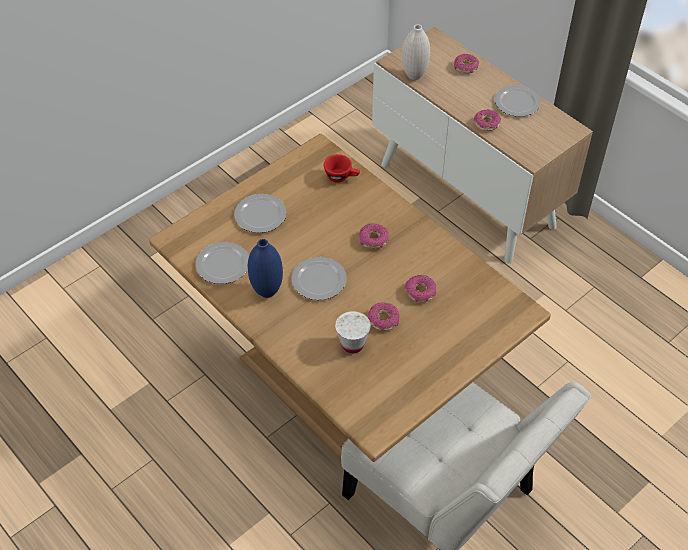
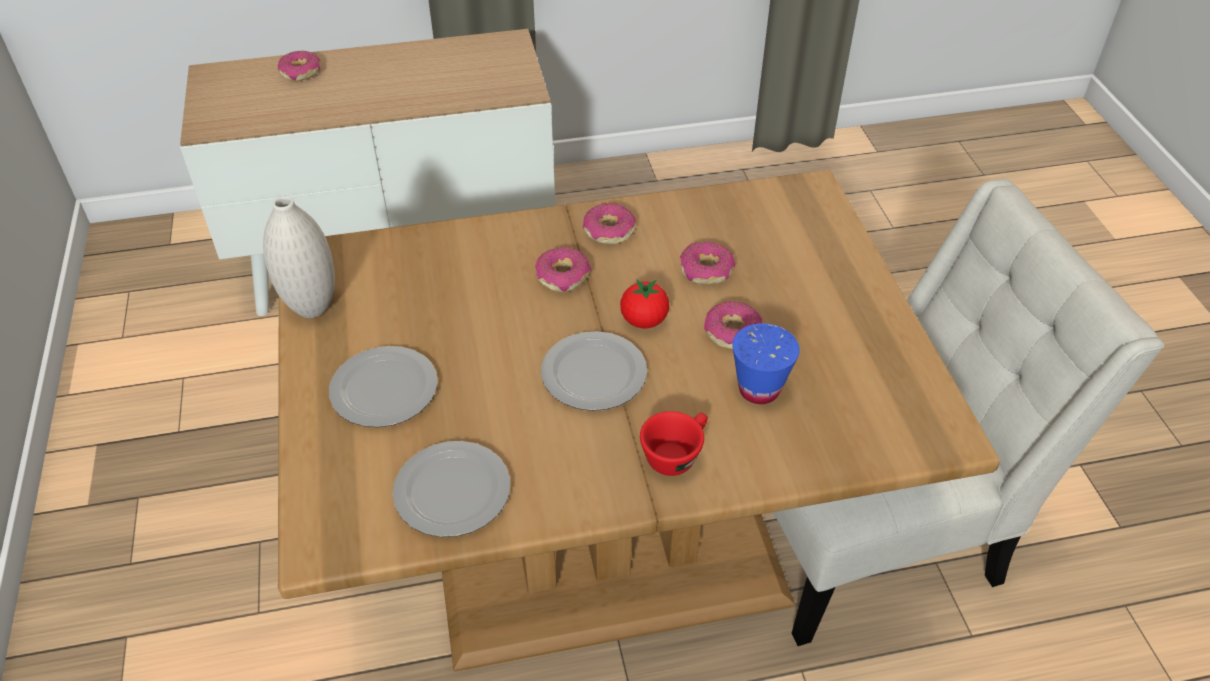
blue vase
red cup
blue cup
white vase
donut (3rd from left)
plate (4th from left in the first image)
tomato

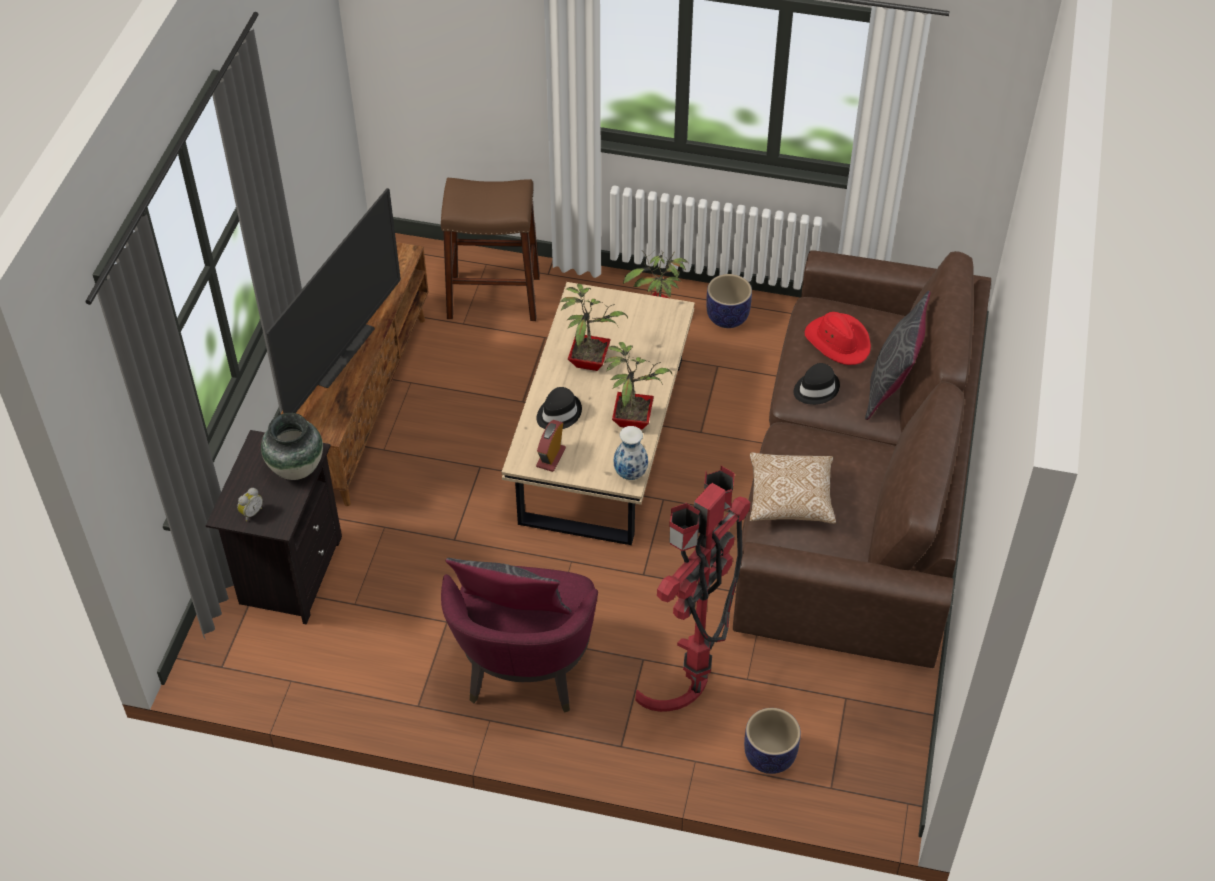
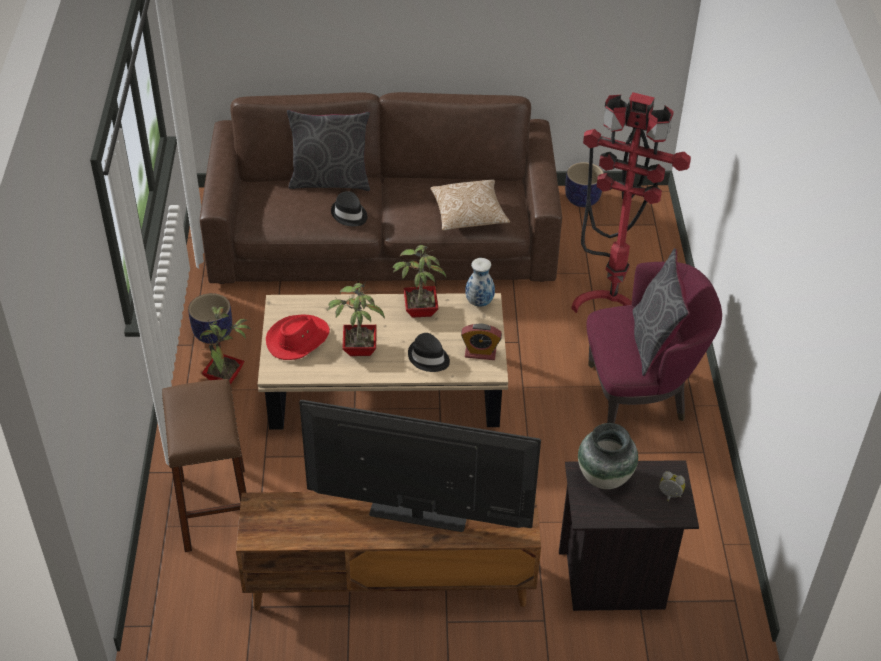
planter (2nd from left)
red hat

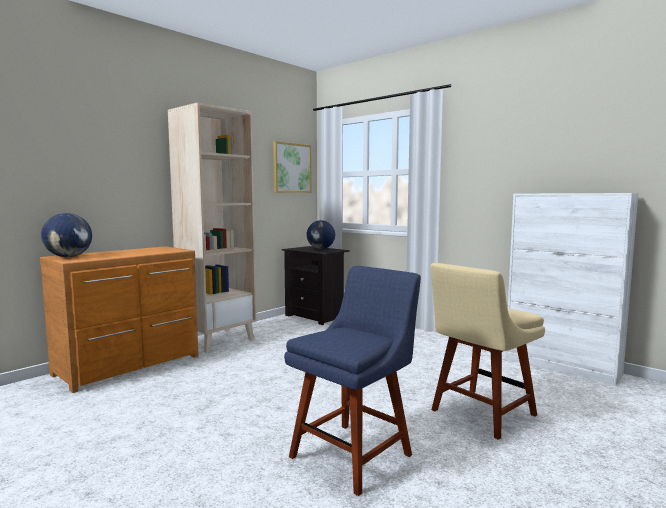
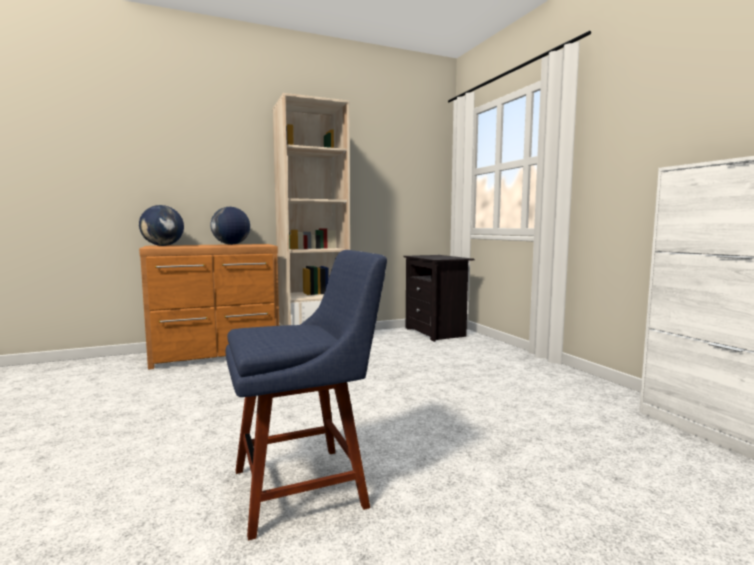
picture
globe (2nd from left)
beige chair

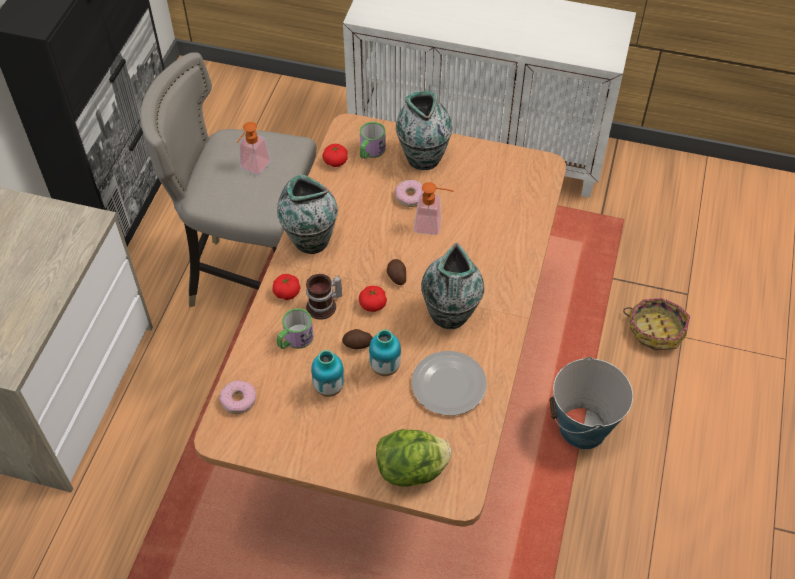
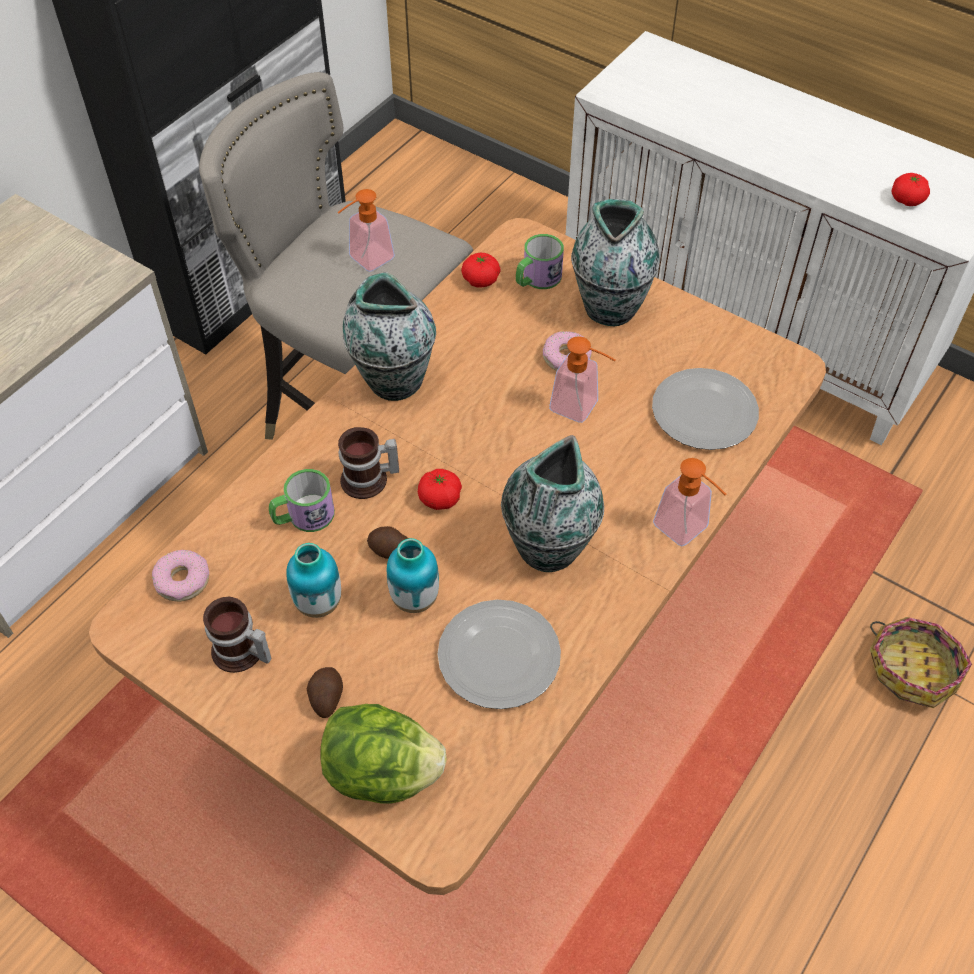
tomato (3rd from left)
potato (1st from left)
bucket
mug (1st from left)
plate (2nd from left)
soap dispenser (3rd from left)

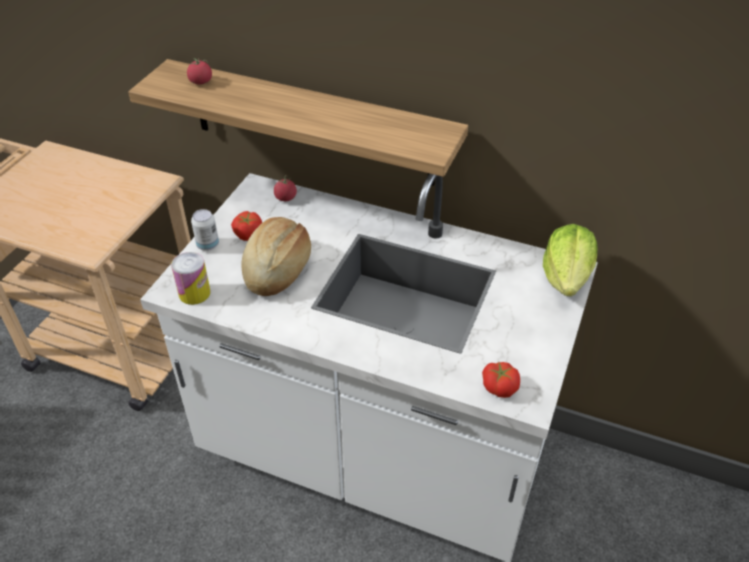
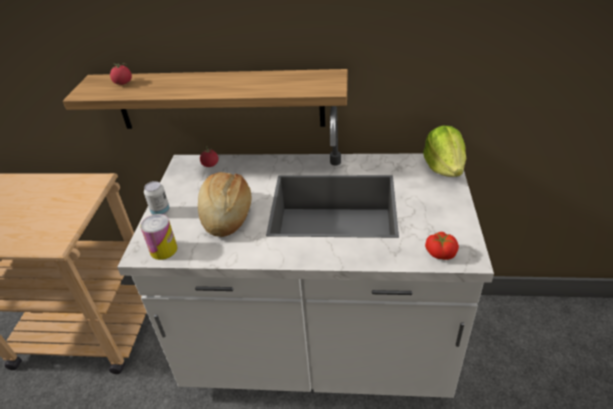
tomato (2nd from left in the first image)

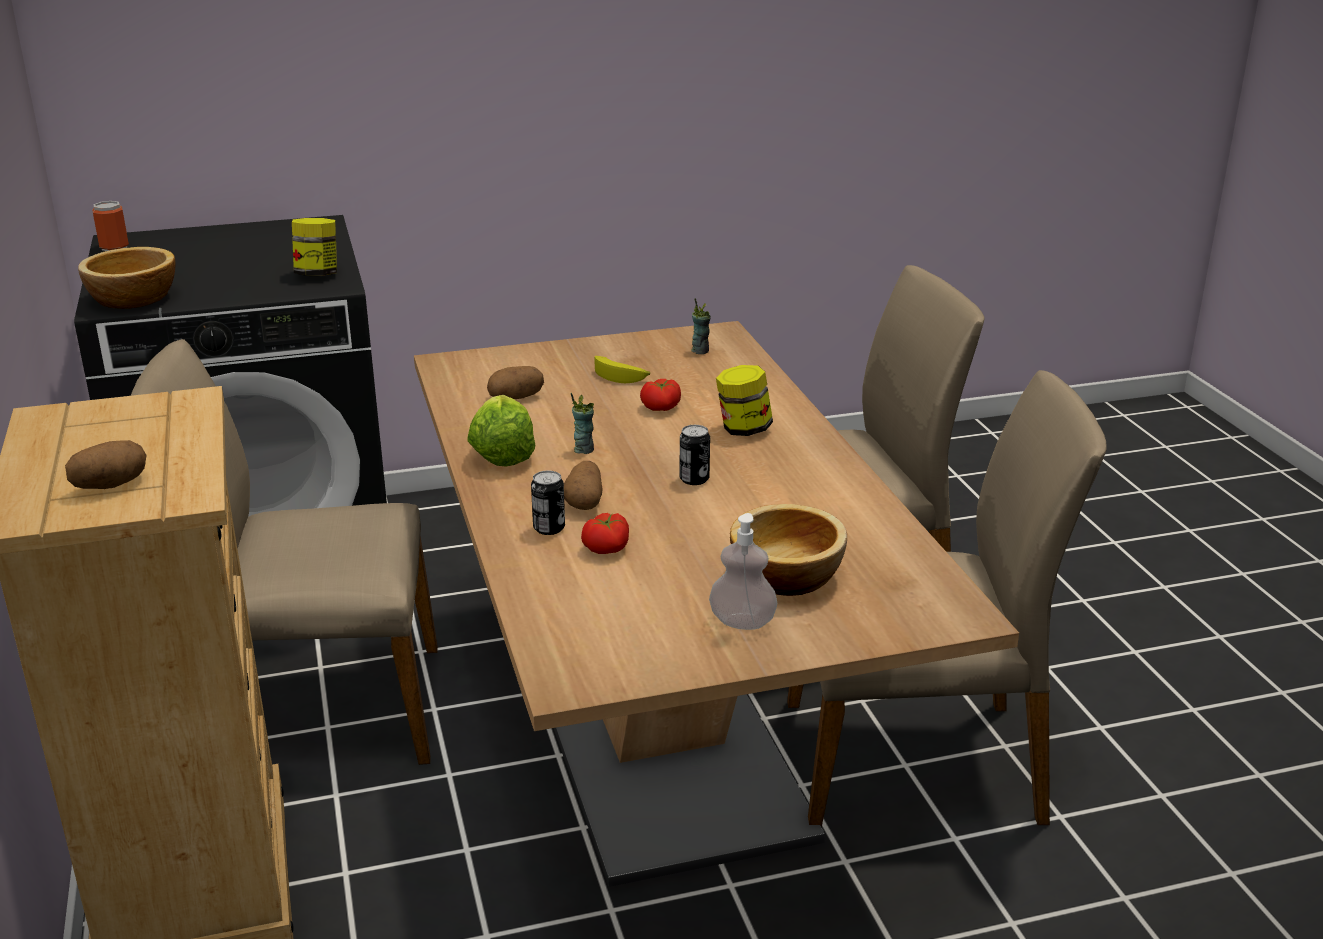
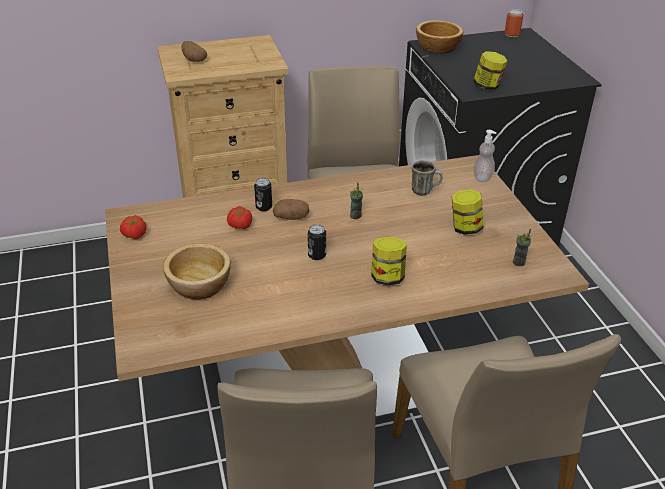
lettuce
mug
jar (2nd from left)
tomato (1st from left)
soap dispenser

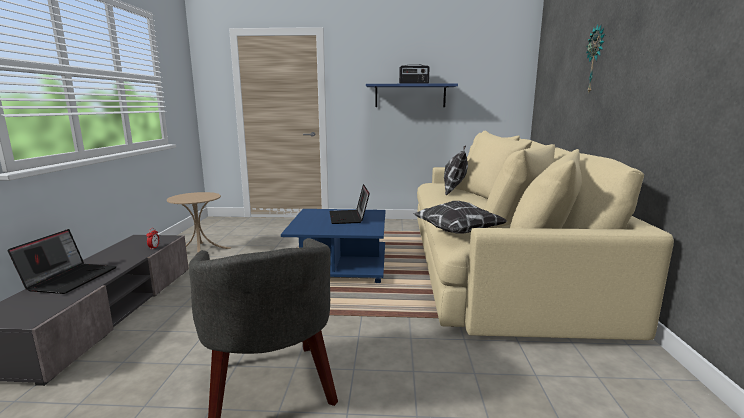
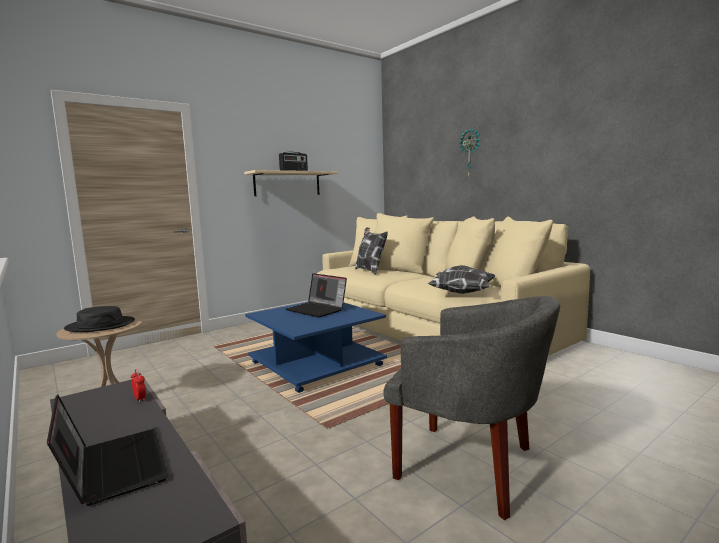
beige shelf
black hat

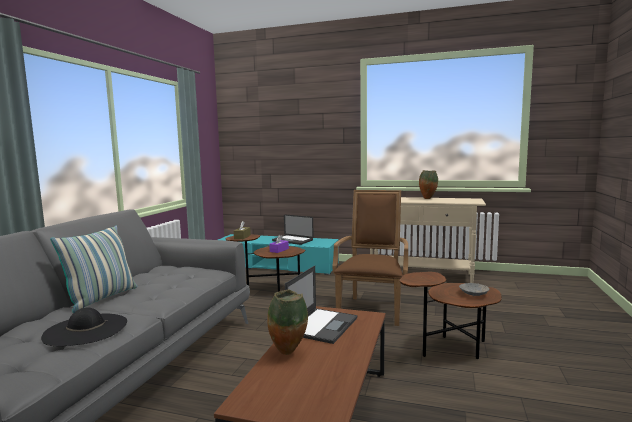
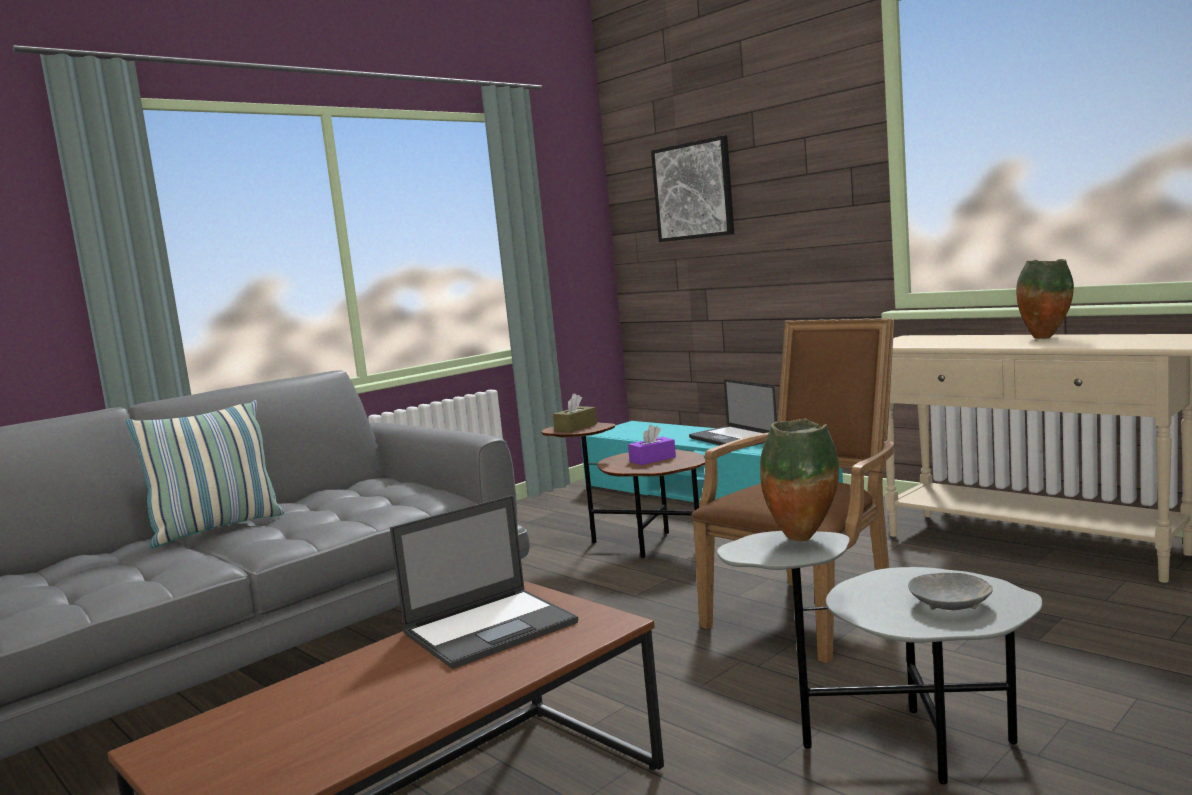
black hat
vase (1st from left)
grey side table
picture

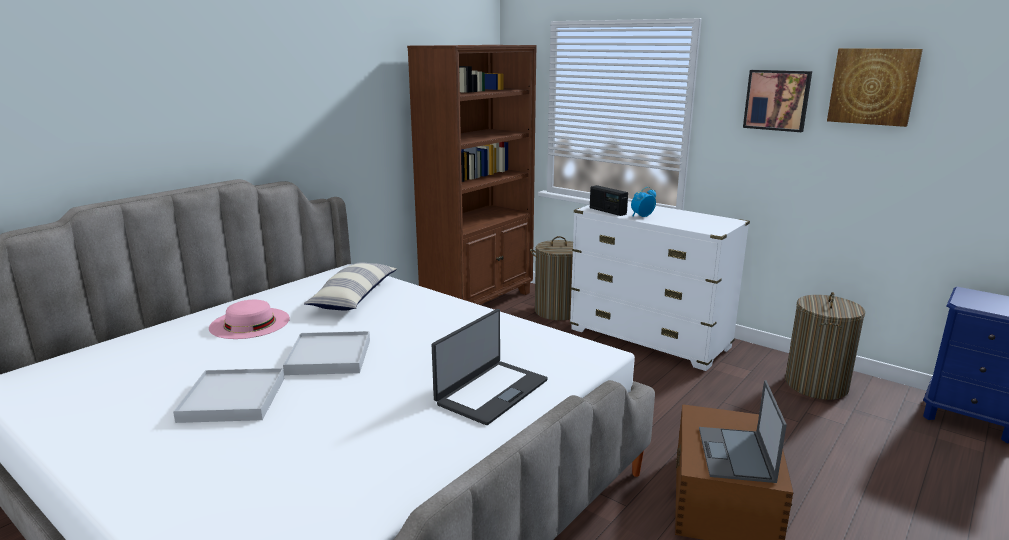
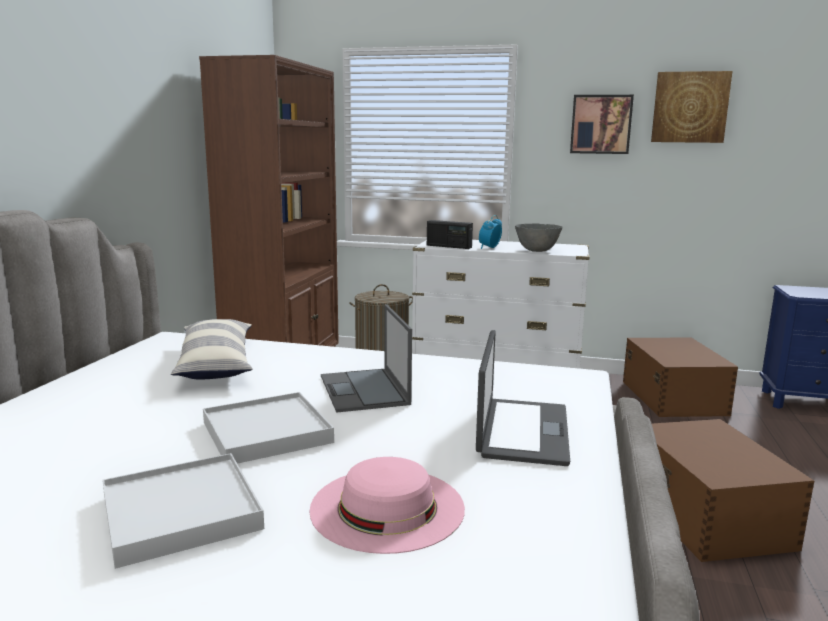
pink hat
laptop (1st from left)
brown storage box (1st from left)
grey bowl

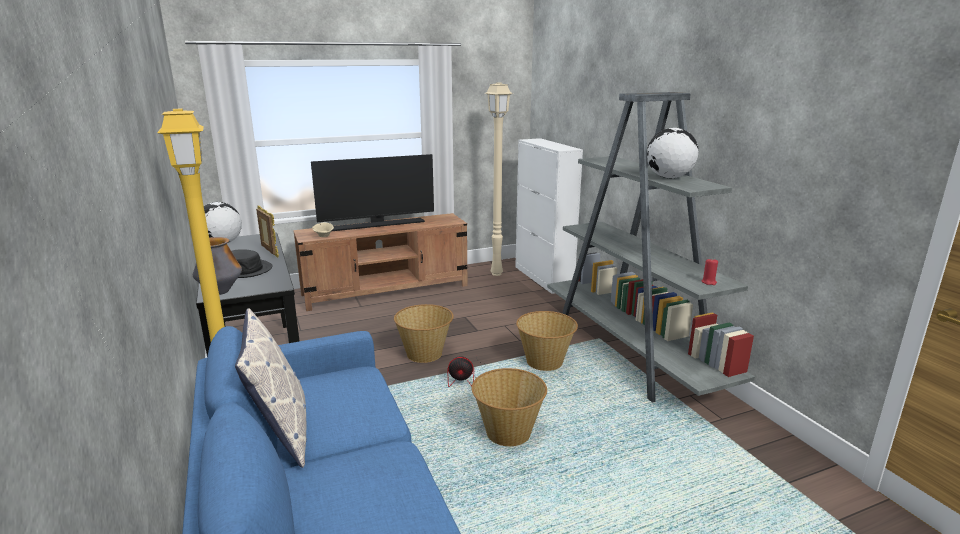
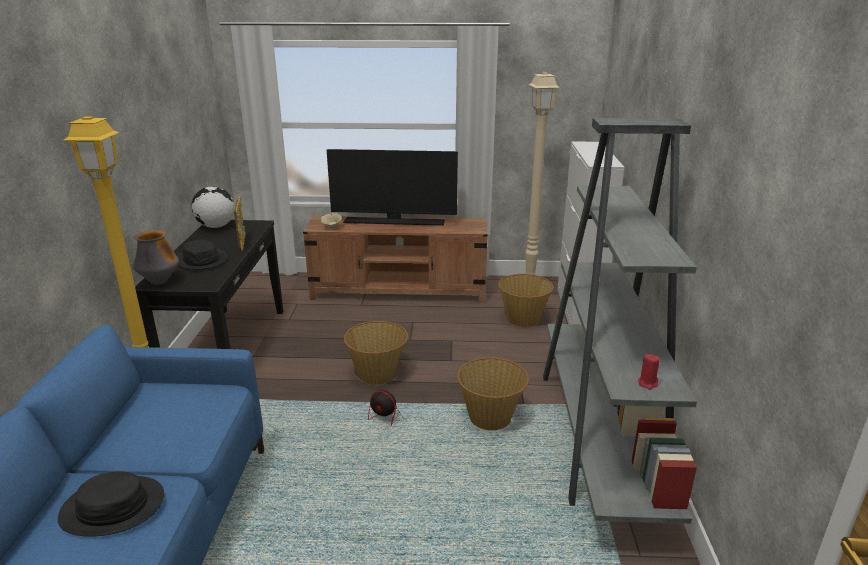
pillow
basket (3rd from left)
globe (2nd from left in the first image)
black hat (1st from left)

